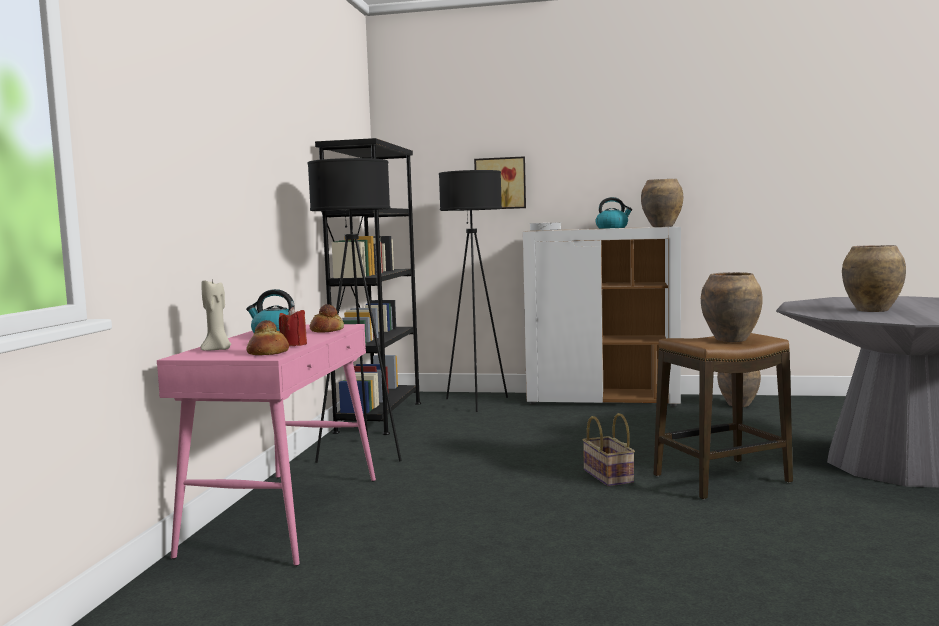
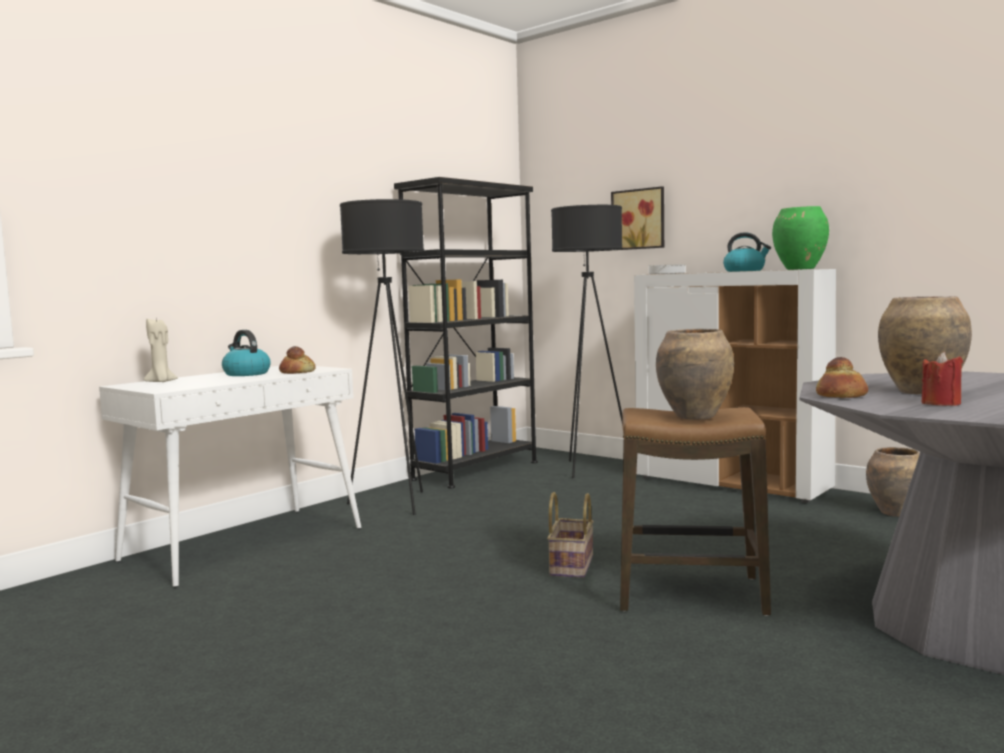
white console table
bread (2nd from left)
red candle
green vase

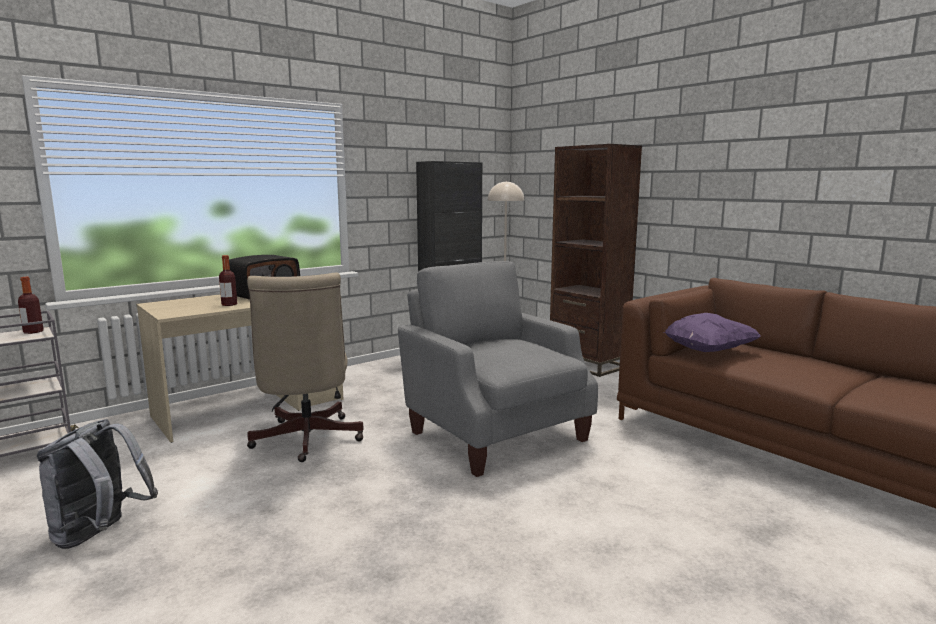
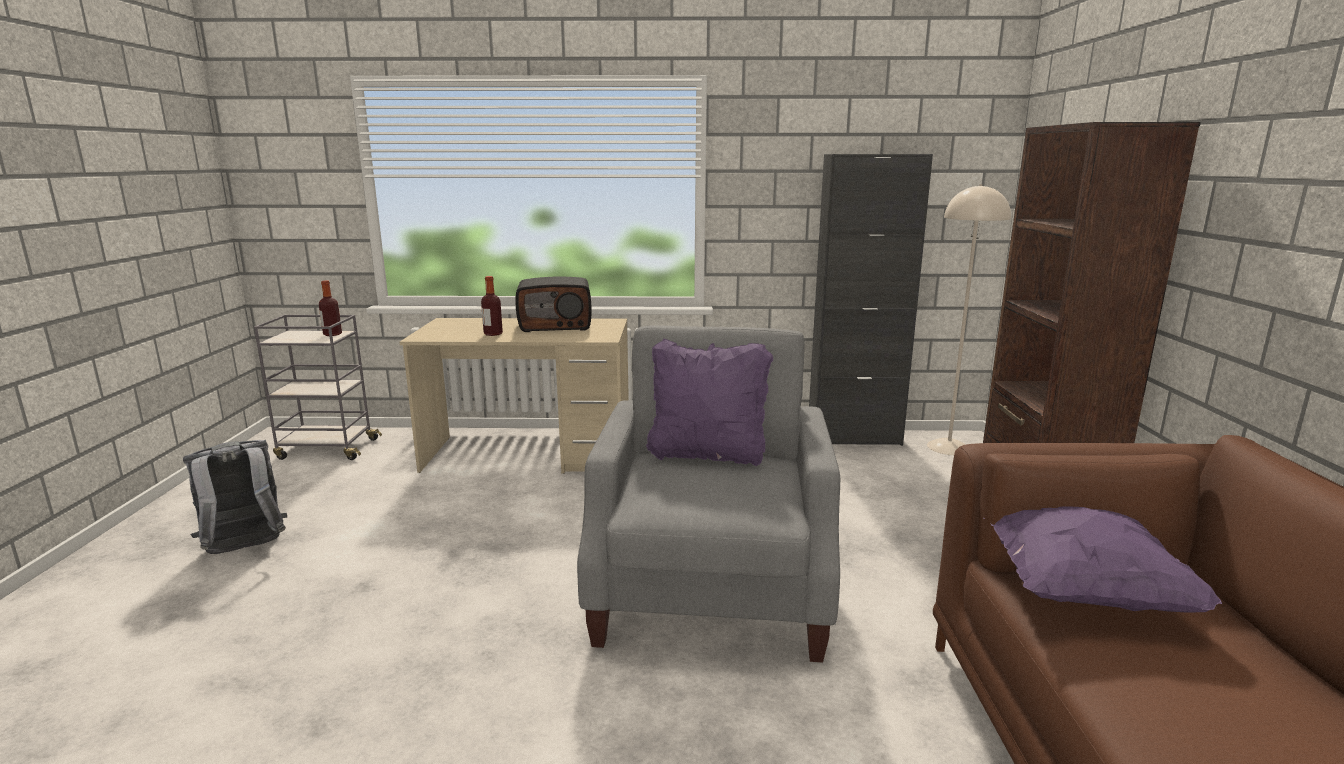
beige office chair
purple pillow (1st from left)

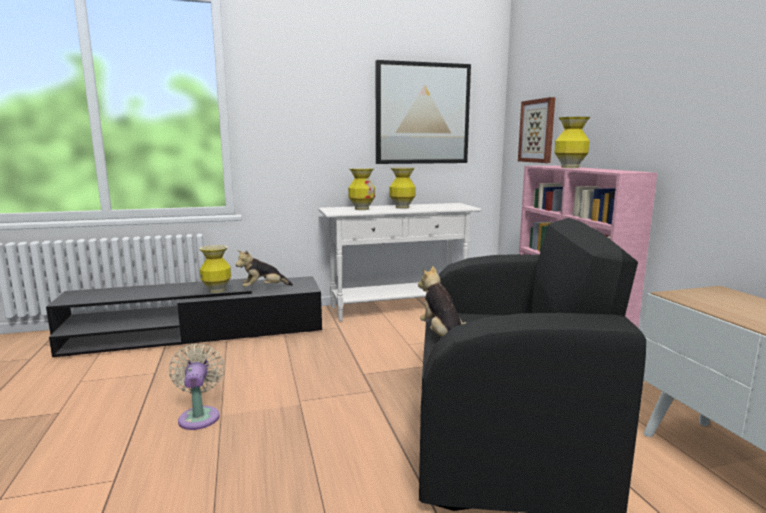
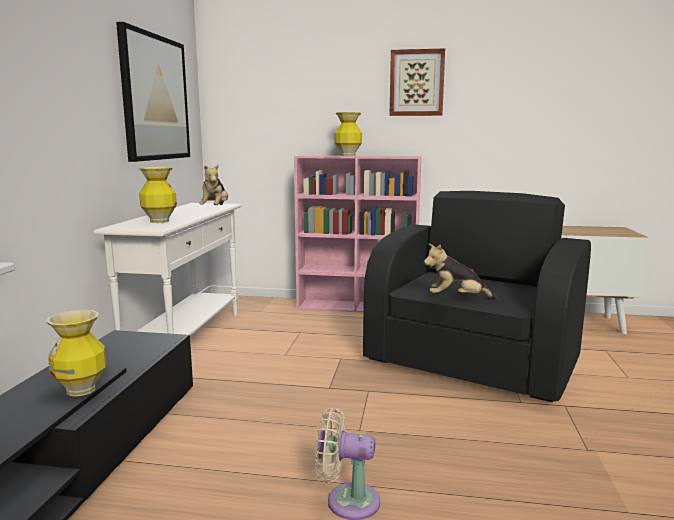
plush toy (1st from left)
vase (3rd from left in the first image)
picture (2nd from left)

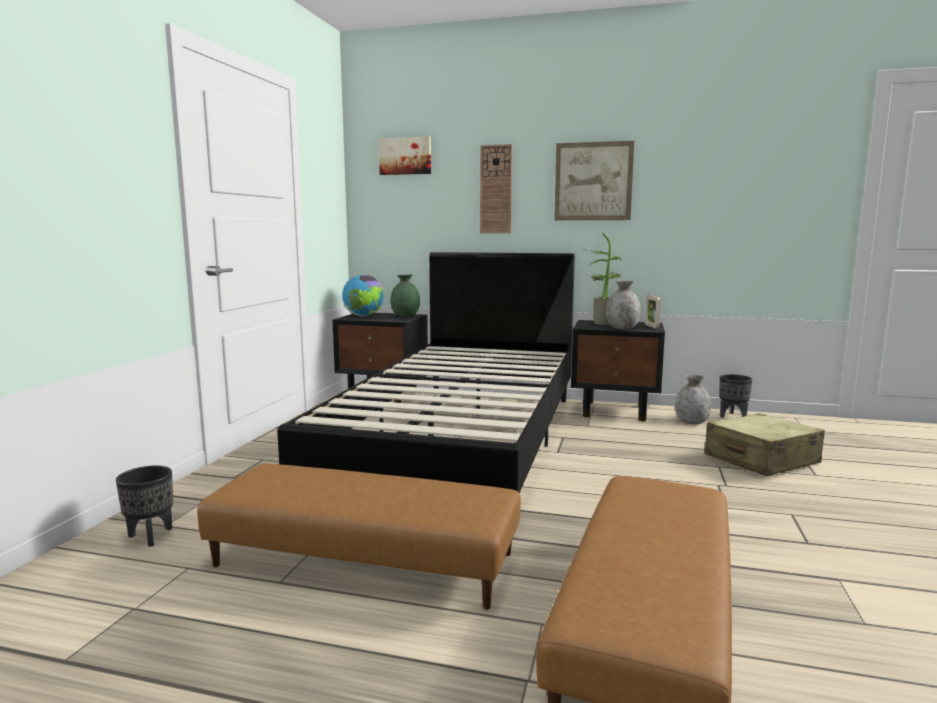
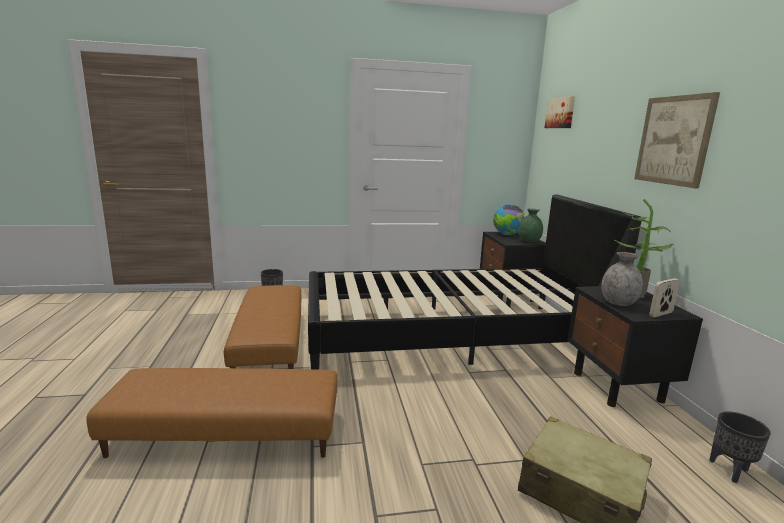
wall clock
grey vase (2nd from left in the first image)

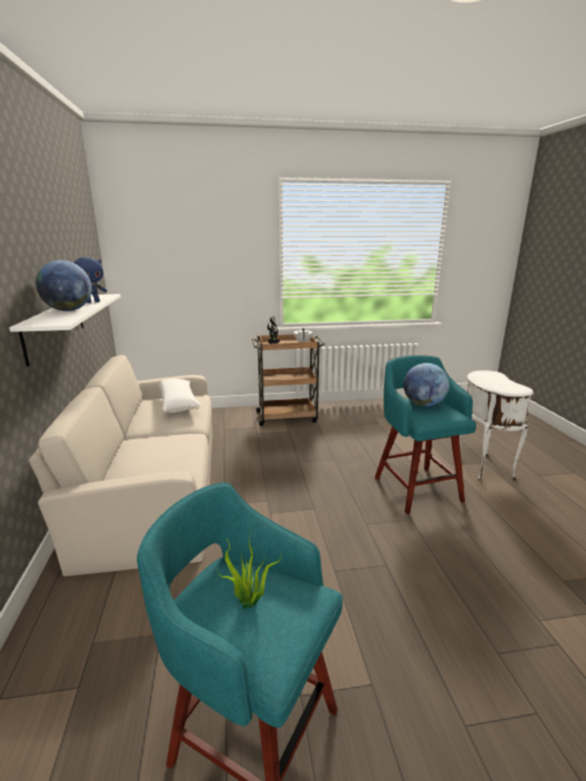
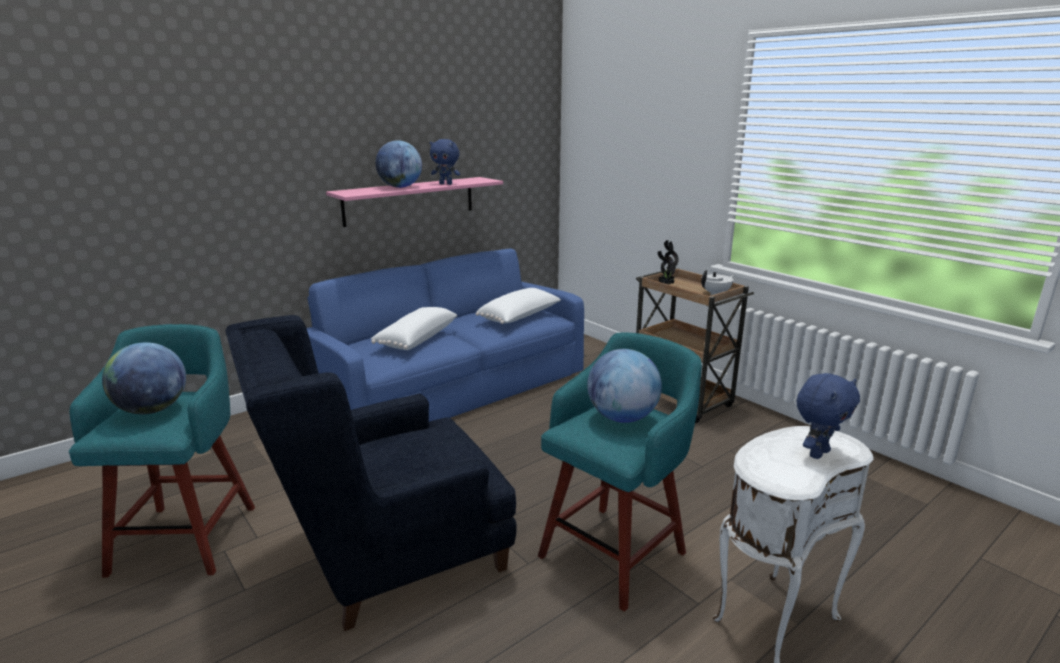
pink shelf
blue sofa
globe (1st from left)
blue armchair
white pillow (1st from left)
blue plush toy (2nd from left)

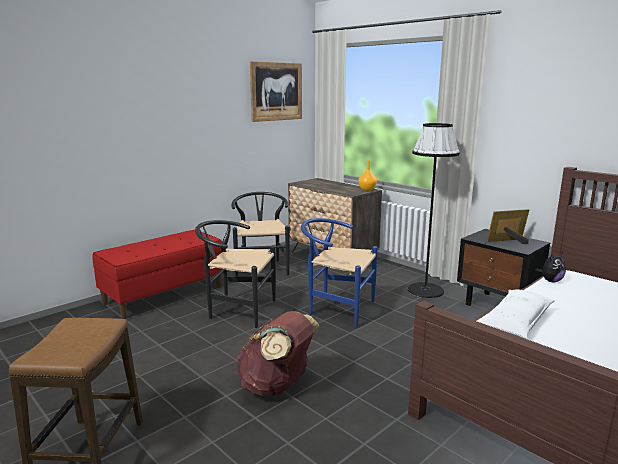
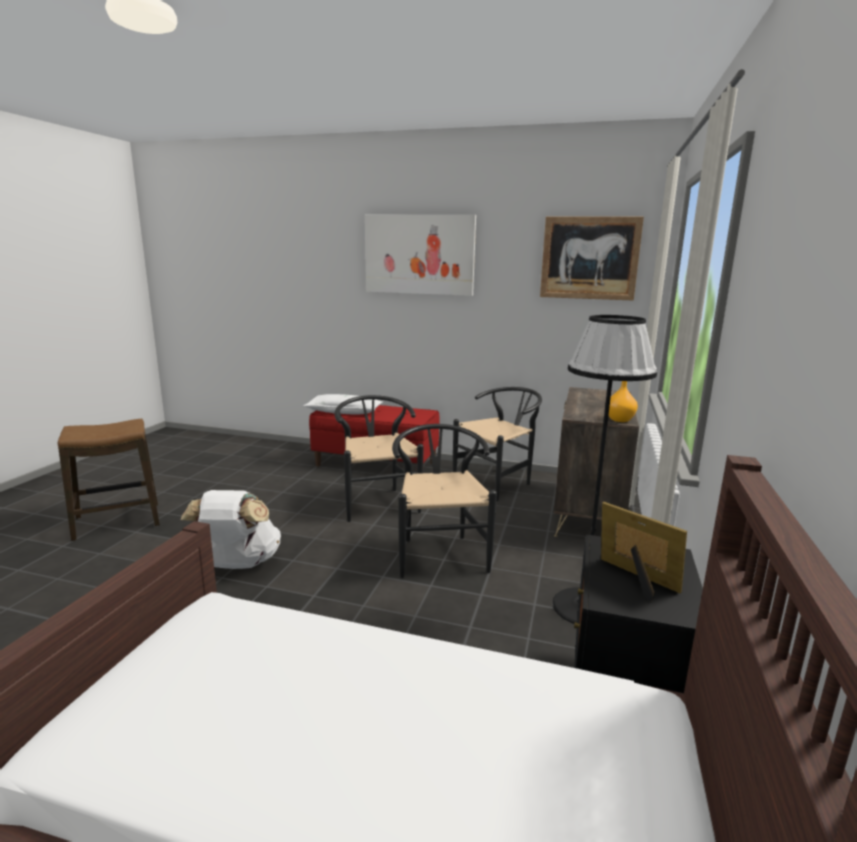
white backpack
black chair (2nd from left)
white pillow
plush toy
picture (1st from left)

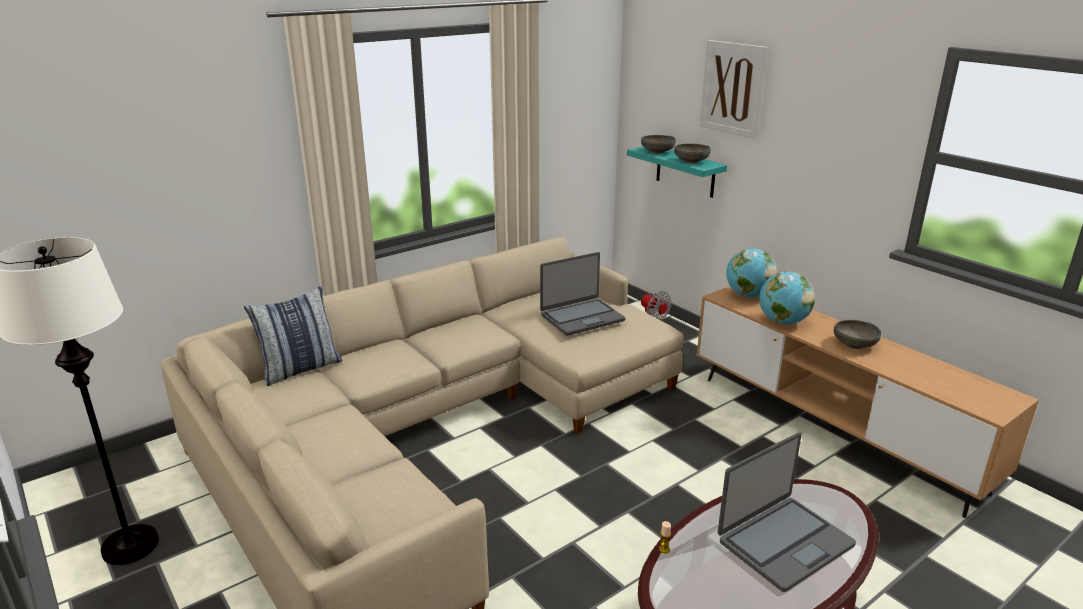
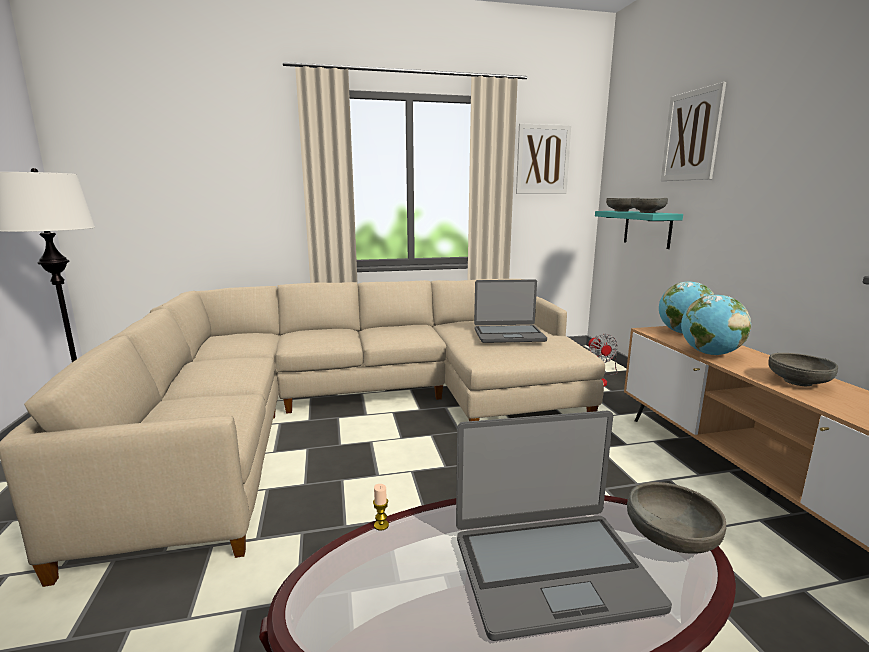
pillow
picture (1st from left)
grey bowl (3rd from left)

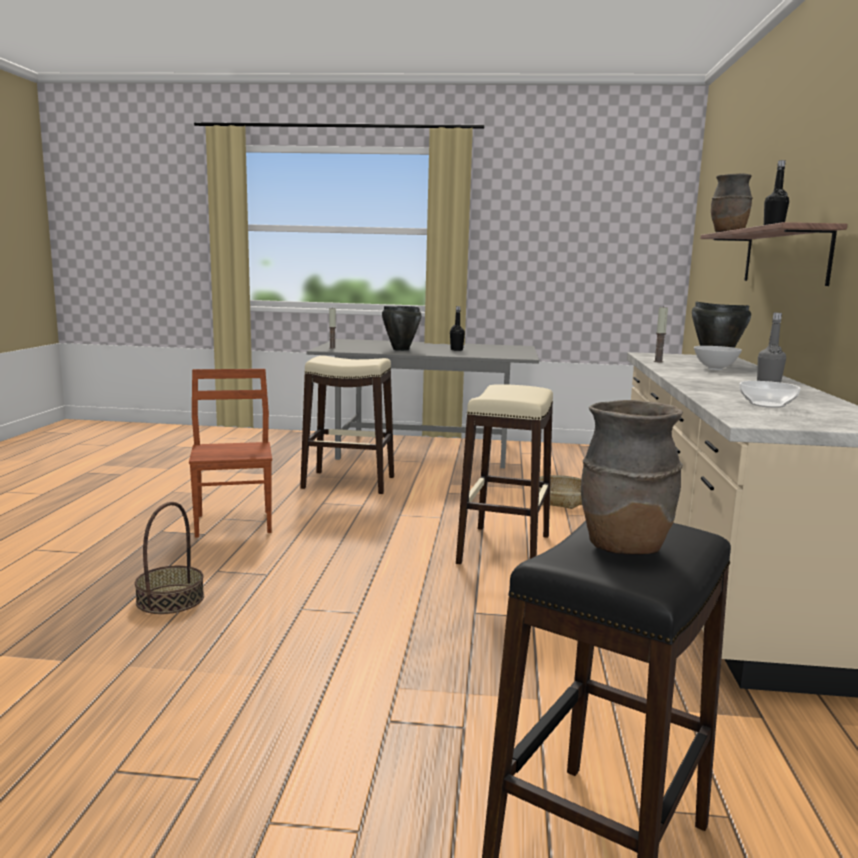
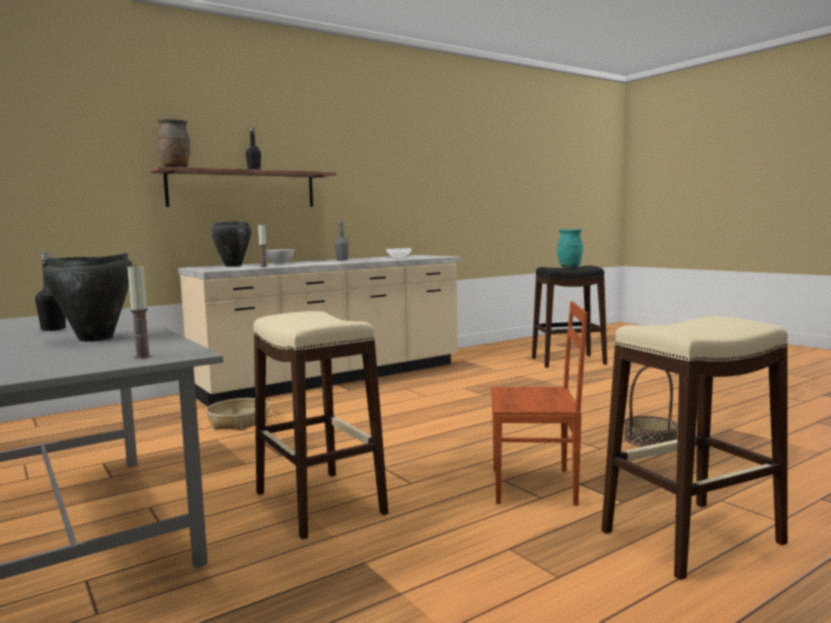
brown chair
beige stool (2nd from left)
turquoise vase

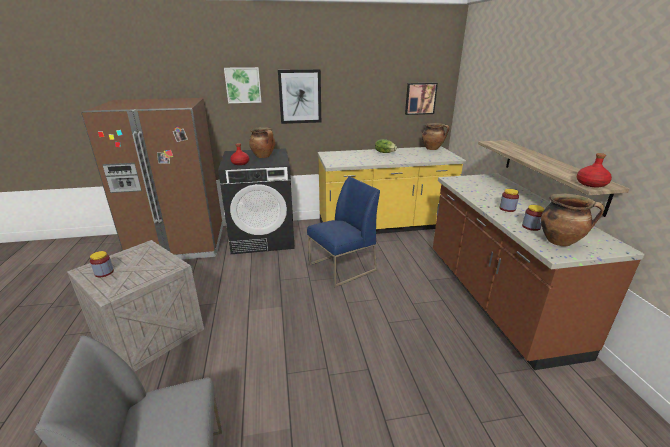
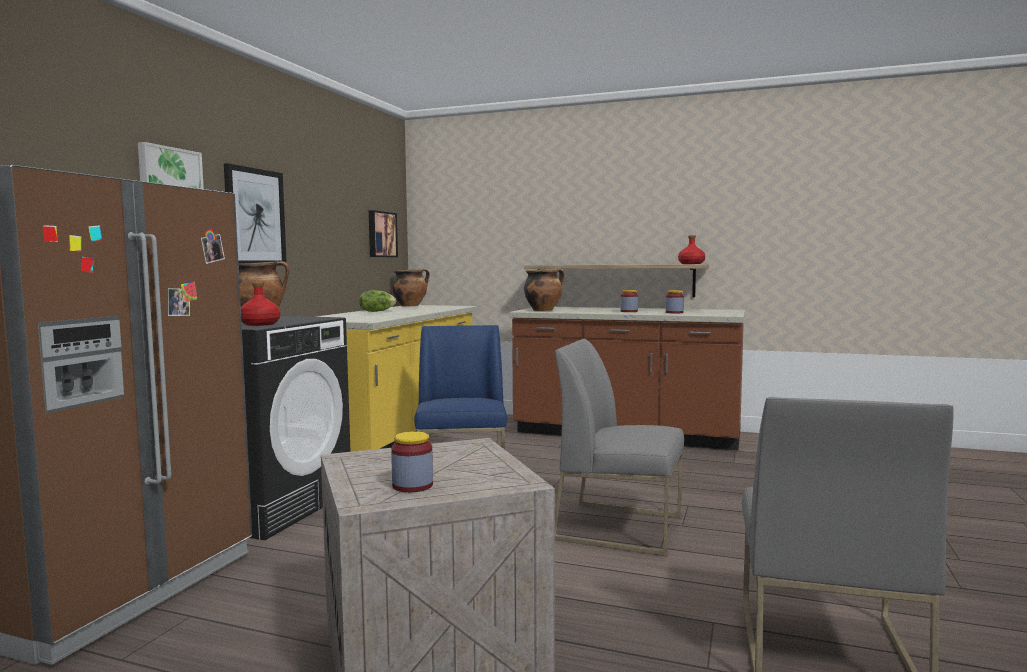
cooking pot (3rd from left)
grey chair (1st from left)

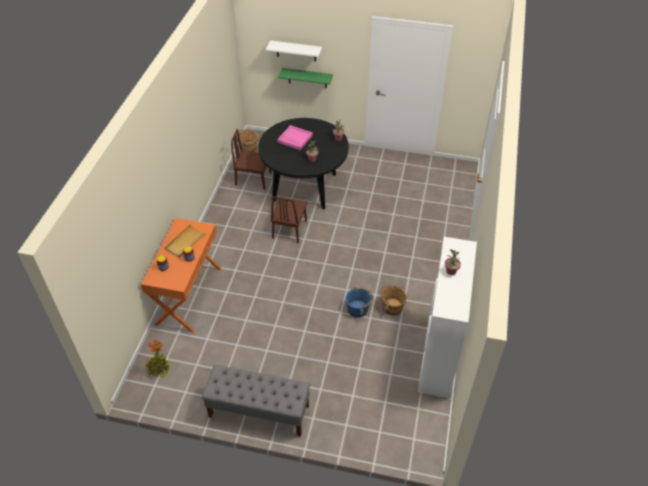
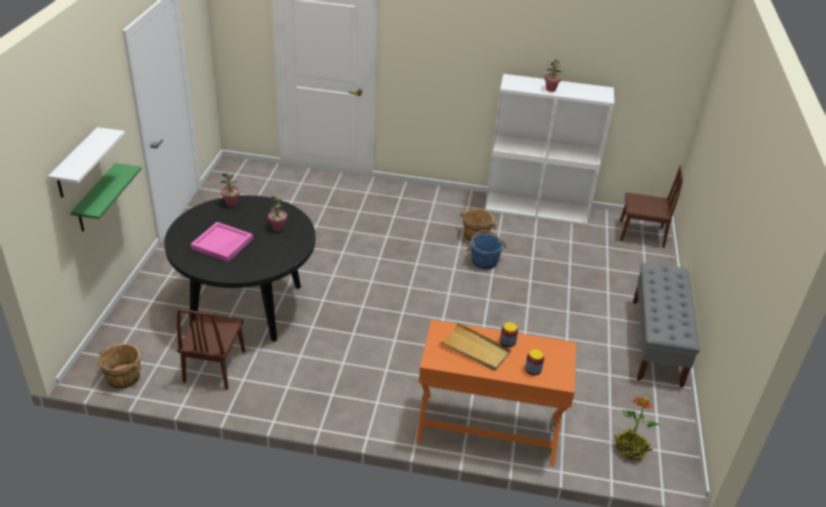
brown chair (2nd from left)

